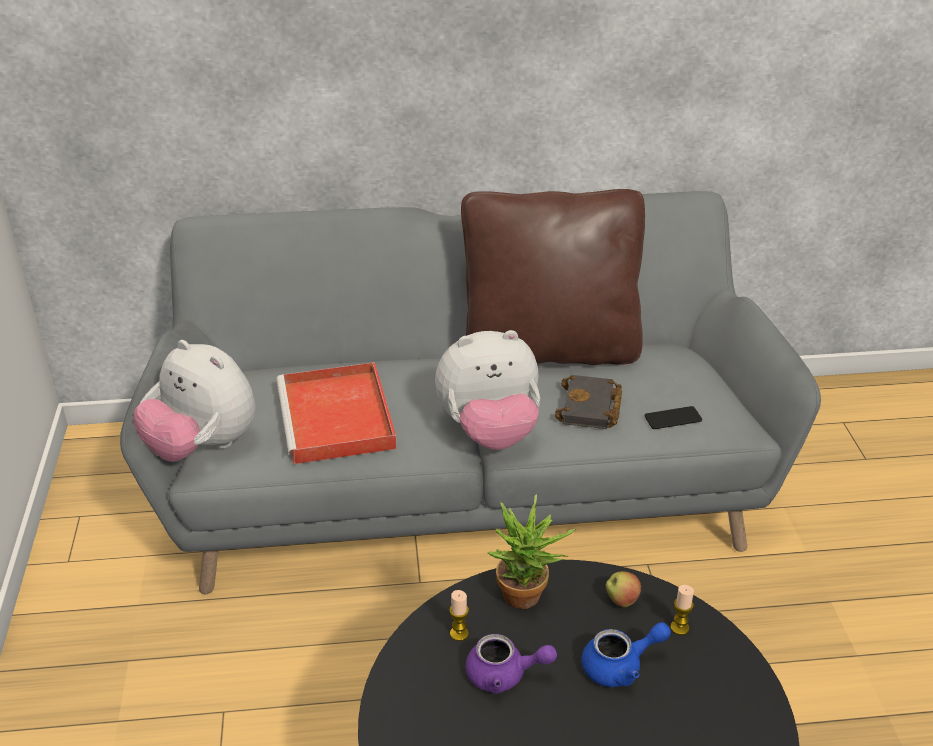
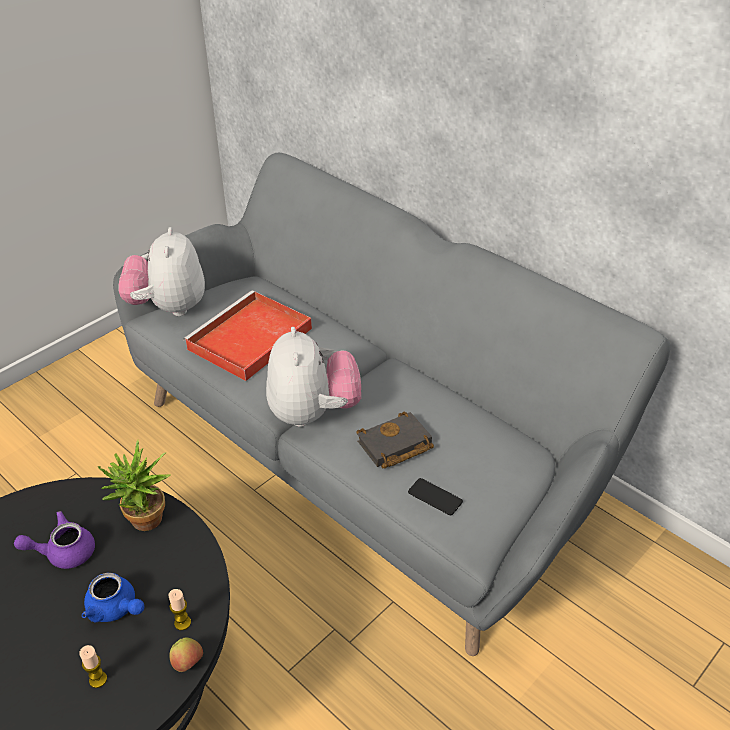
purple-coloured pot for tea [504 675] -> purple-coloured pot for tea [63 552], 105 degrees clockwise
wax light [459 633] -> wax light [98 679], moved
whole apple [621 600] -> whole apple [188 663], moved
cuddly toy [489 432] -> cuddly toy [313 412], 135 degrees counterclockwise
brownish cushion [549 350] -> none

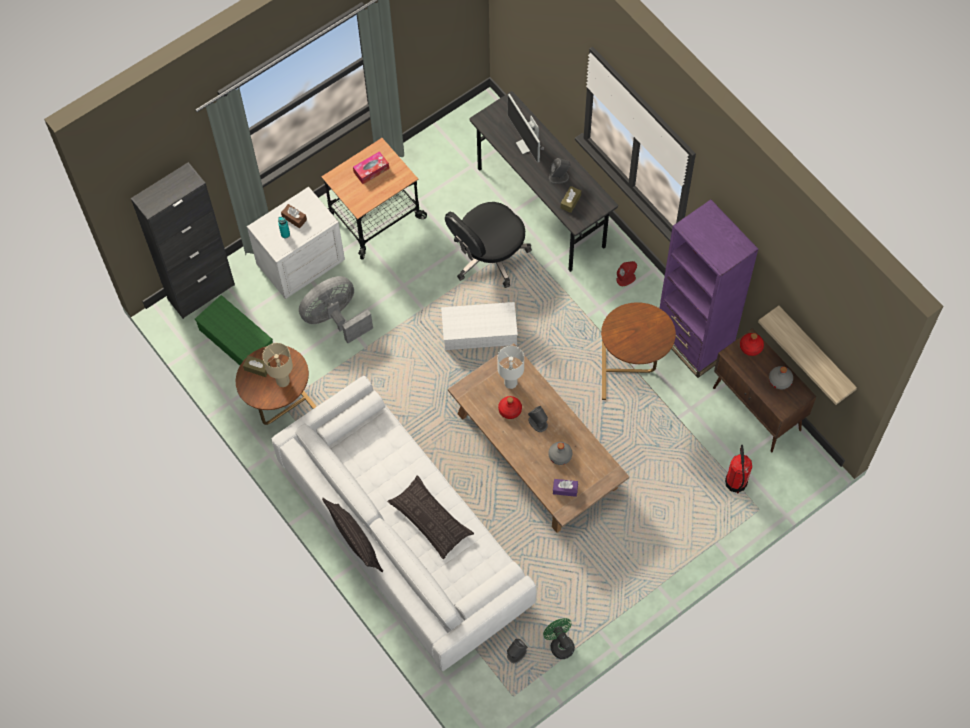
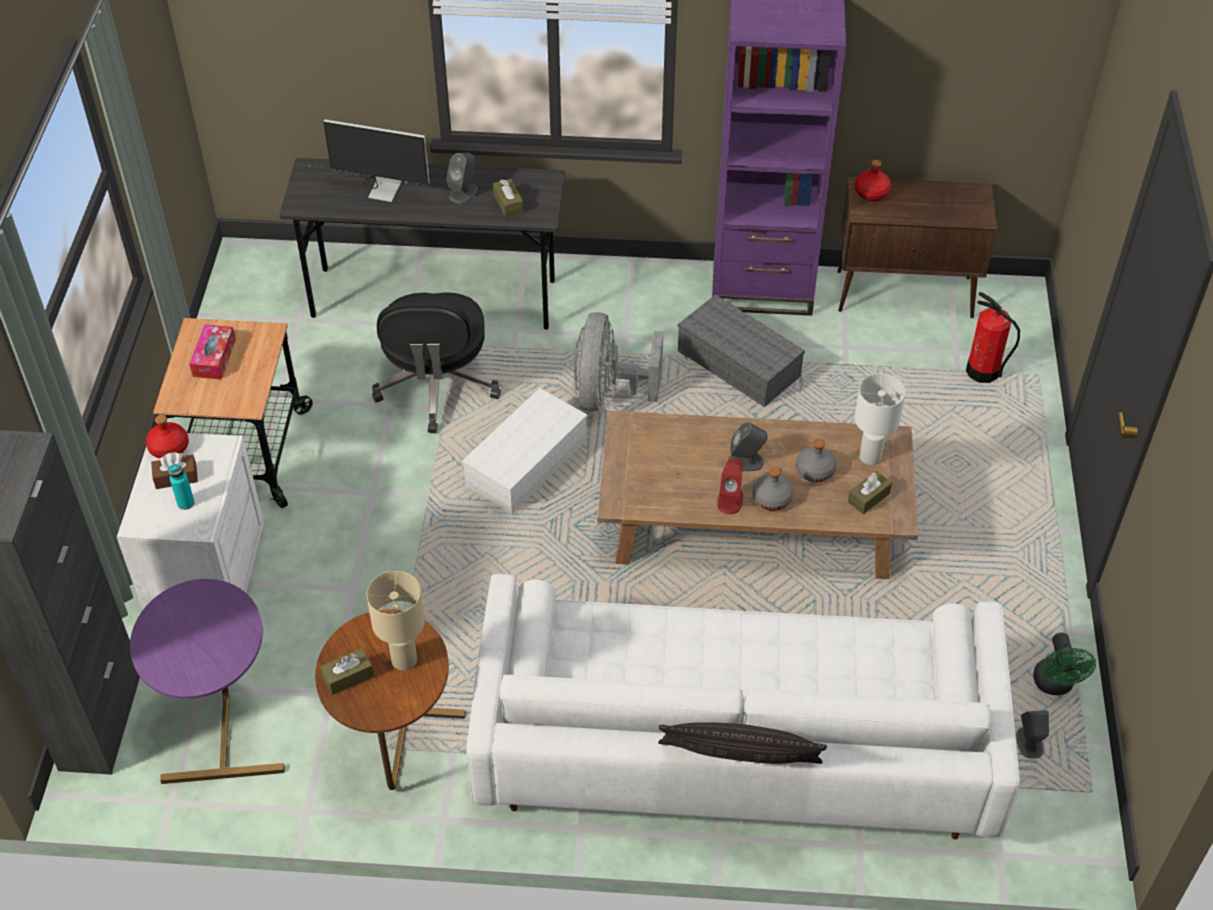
greenish storage bin [238 339] -> purple-coloured accent table [225 730]
reddish beverage bottle [510 409] -> reddish beverage bottle [168 448], moved
greyish fan [335 319] -> greyish fan [608 394], moved
brownish accent table [631 371] -> greyish storage bin [740 364]
reddish audio speaker [626 278] -> reddish audio speaker [730 499], moved
greyish beverage bottle [780 380] -> greyish beverage bottle [771 498], moved
purple-coloured tissue holder [565 489] -> brownish tissue holder [868 498]
white lamp for a table [510 382] -> white lamp for a table [869 456], moved
greenish fan [560 644] -> greenish fan [1055 685], 105 degrees counterclockwise
cushion [430 519] -> none
wall shelf [815 352] -> none

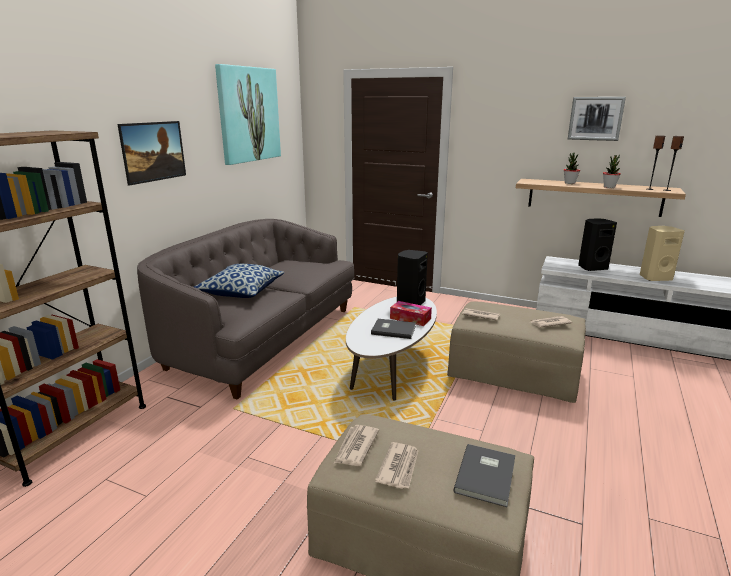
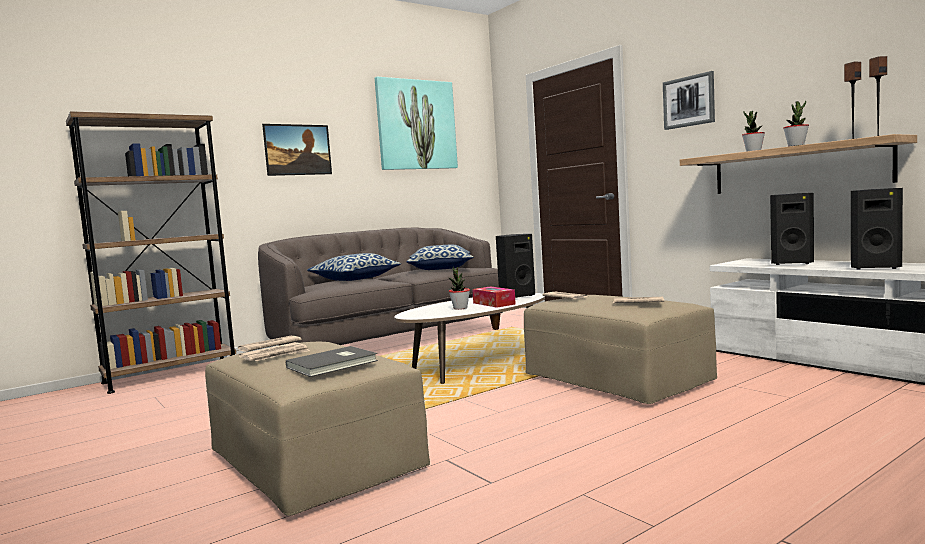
none -> cushion [441 268]
greyish book [393 329] -> potted plant [460 308]
wall art [595 118] -> wall art [689 101], moved
beige-coloured audio speaker [654 278] -> blackish audio speaker [874 267]

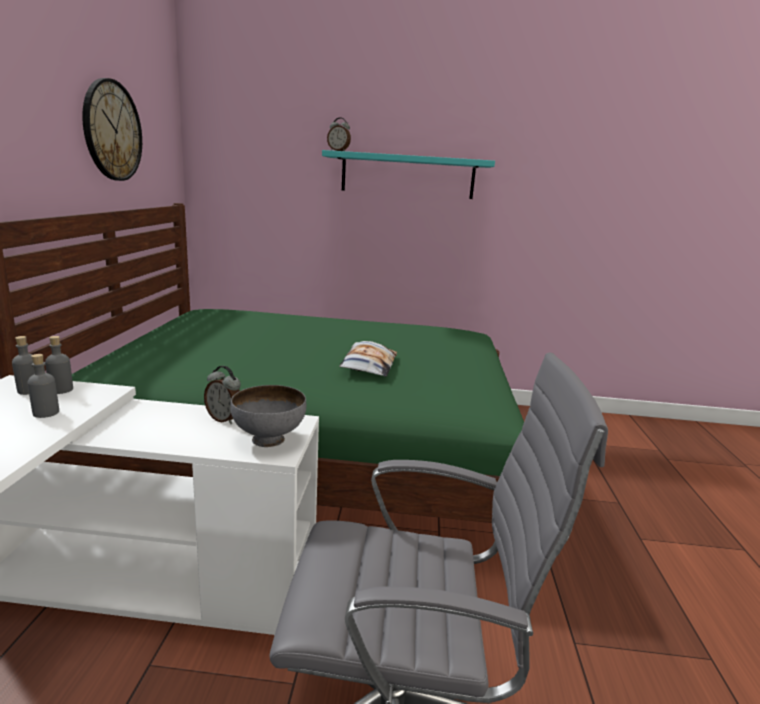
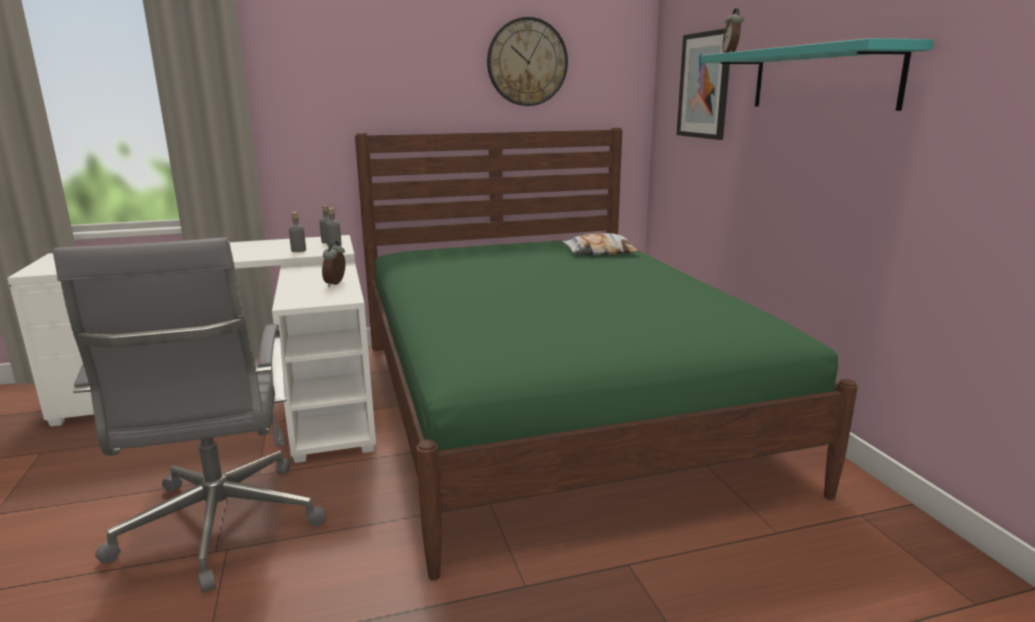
cushion [368 365] -> cushion [600 252], moved
none -> wall art [704 85]
greyish serving bowl [269 440] -> none

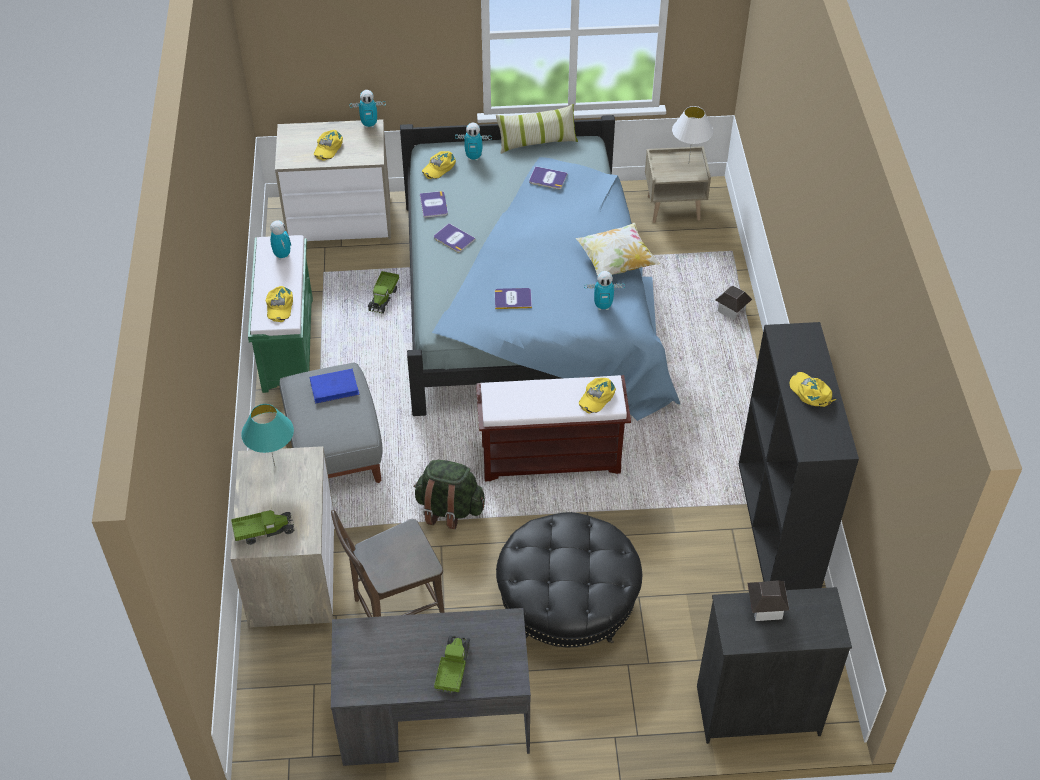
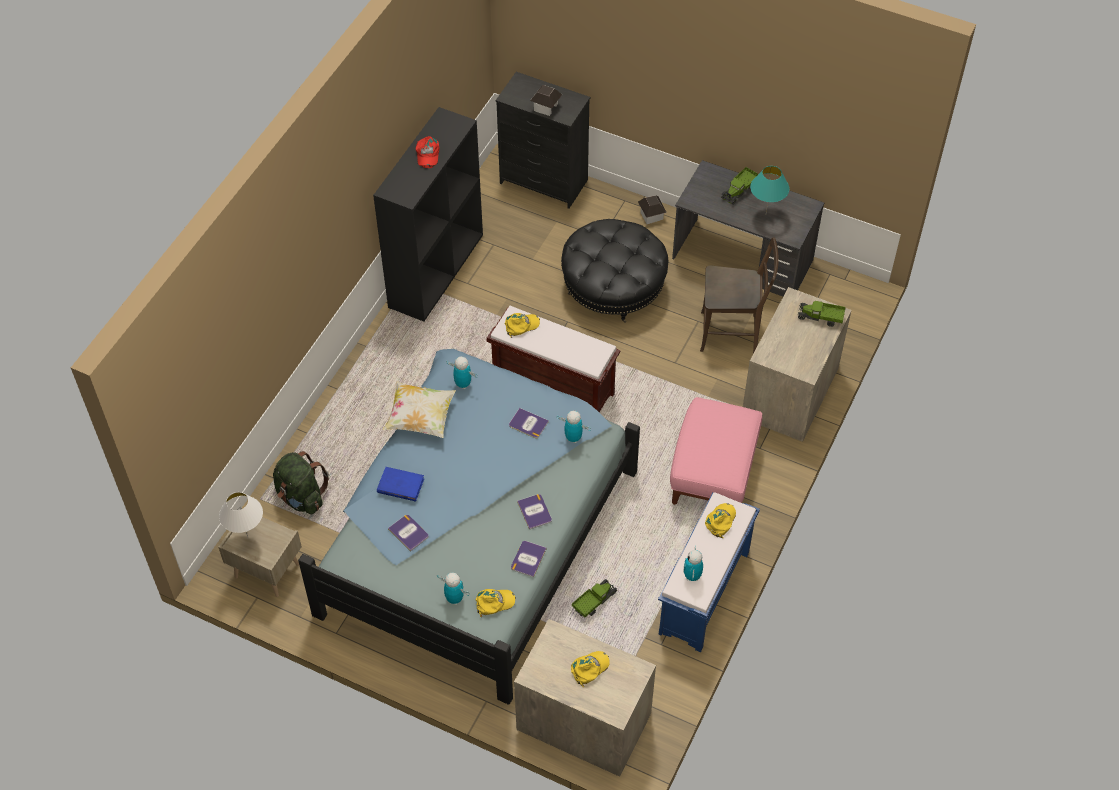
greenish rucksack [449 509] -> greenish rucksack [301 497], moved
blue-coloured book [334 387] -> blue-coloured book [400 485], moved
yellow-coloured baseball cap [810 392] -> reddish baseball cap [427 154]
model robot [369 125] -> model robot [573 438], moved
toy house [731 310] -> toy house [651 215], moved
greenish long seat [287 343] -> blue-coloured long seat [704 594]
greyish pouffe [335 448] -> pink pouffe [712 473]
turquoise lamp for a table [274 465] -> turquoise lamp for a table [765 215], moved
cushion [537 142] -> none

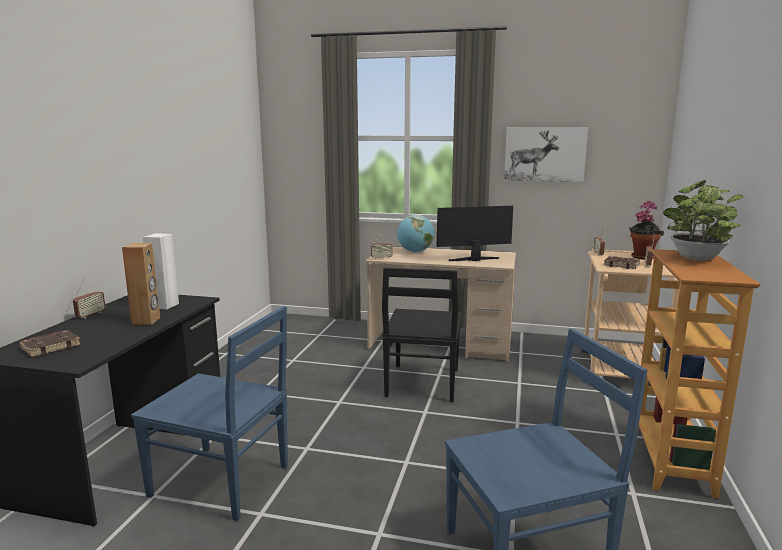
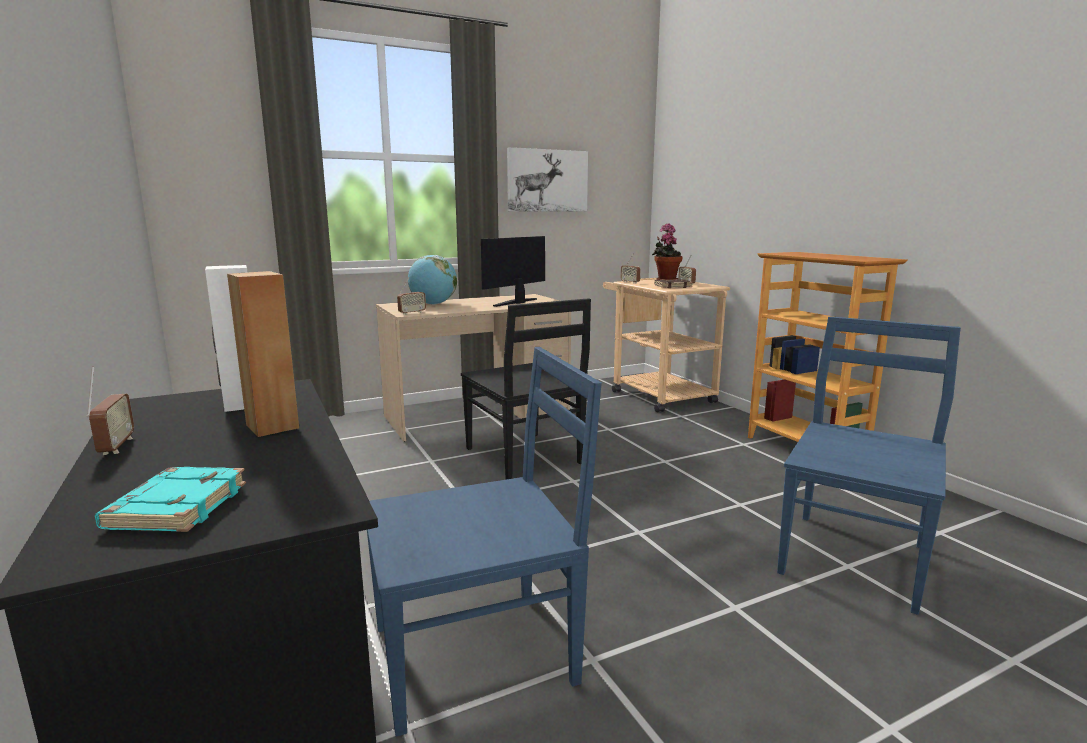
brownish book [51 347] -> turquoise book [177 506]
potted plant [695 259] -> none

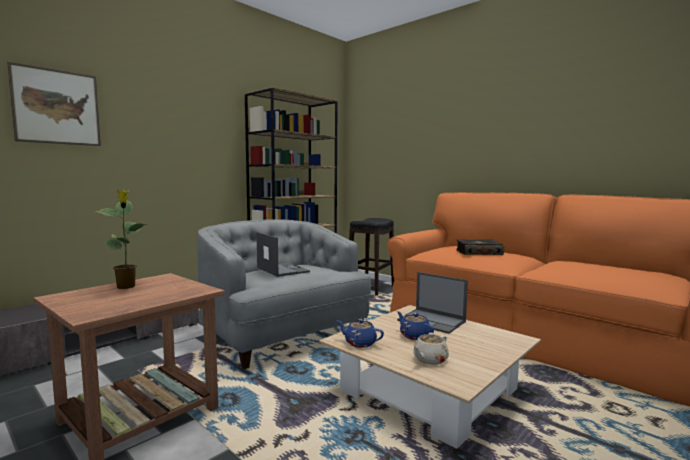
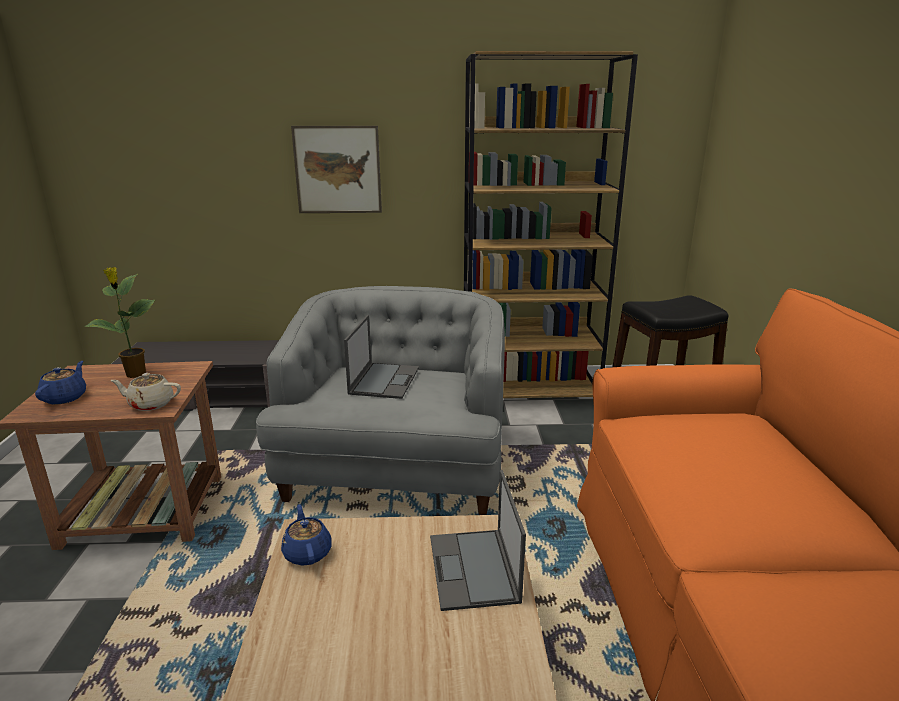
blue-coloured pot for tea [414 336] -> blue-coloured pot for tea [65 397], moved
beige-coloured pot for tea [429 359] -> beige-coloured pot for tea [150 404], moved
wall art [57 107] -> wall art [338 170], moved
book [478 253] -> none

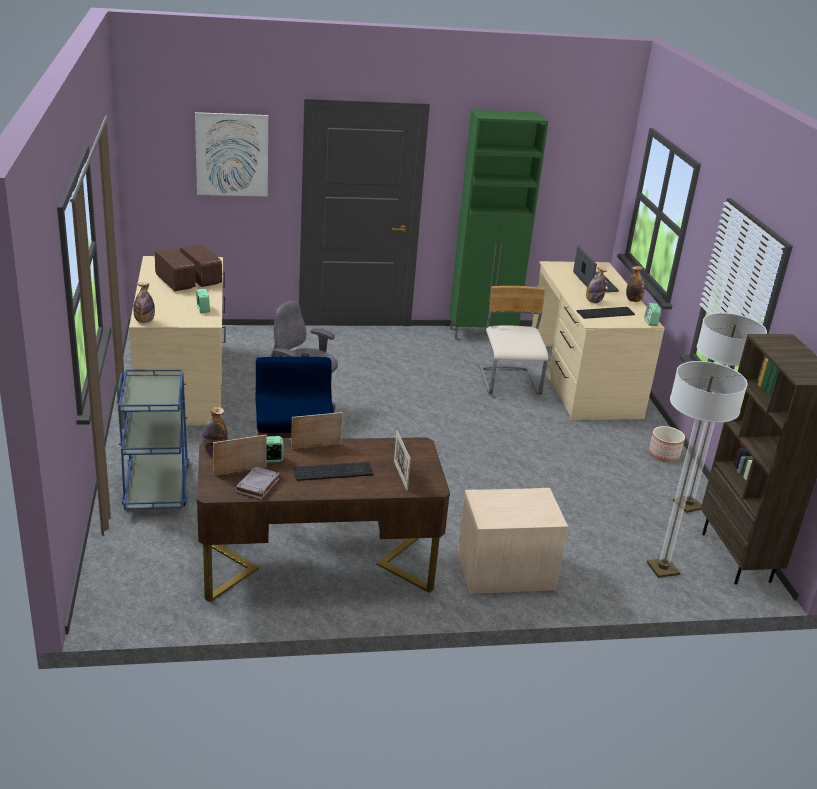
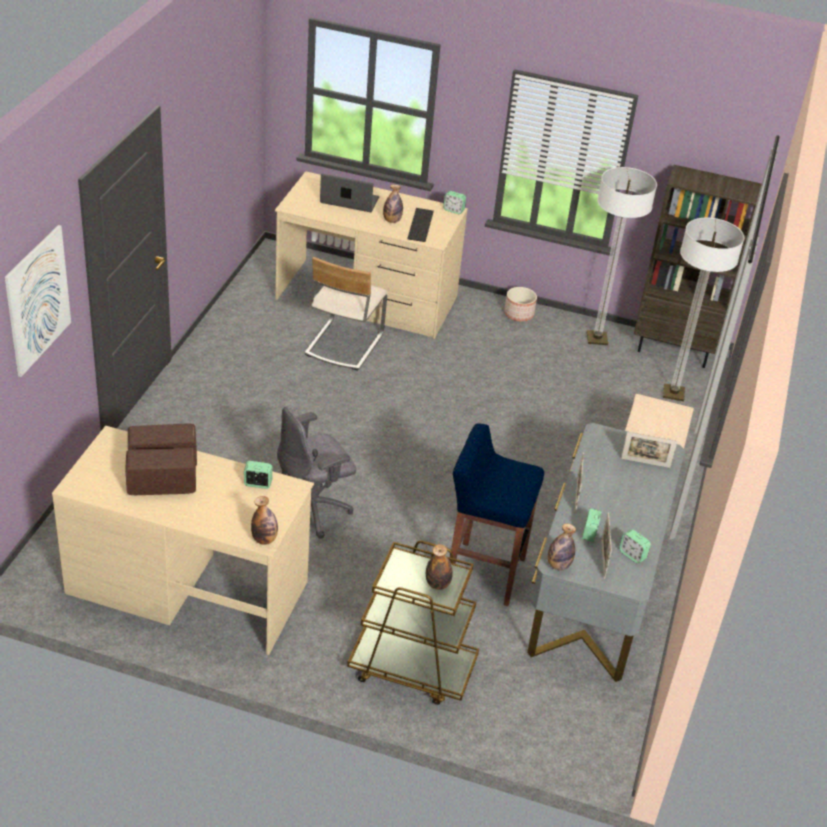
beige-coloured chair [510 383] -> beige-coloured chair [343 344], 90 degrees counterclockwise
blue-coloured trolley [157 488] -> brownish trolley [411 669]
beverage bottle [633 300] -> beverage bottle [437 584], moved
brownish desk table [318 566] -> greyish desk table [595 590]
greyish book [257 486] -> alarm clock [632 555]
keyboard [332 472] -> none
greenish storage cabinet [483 334] -> none

